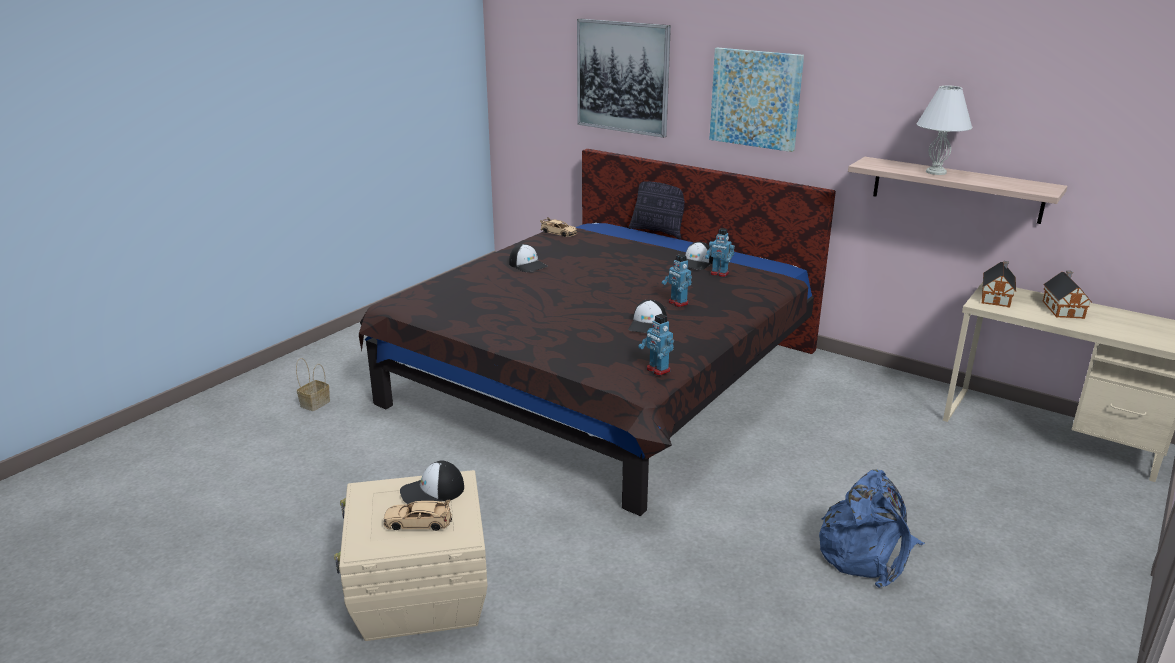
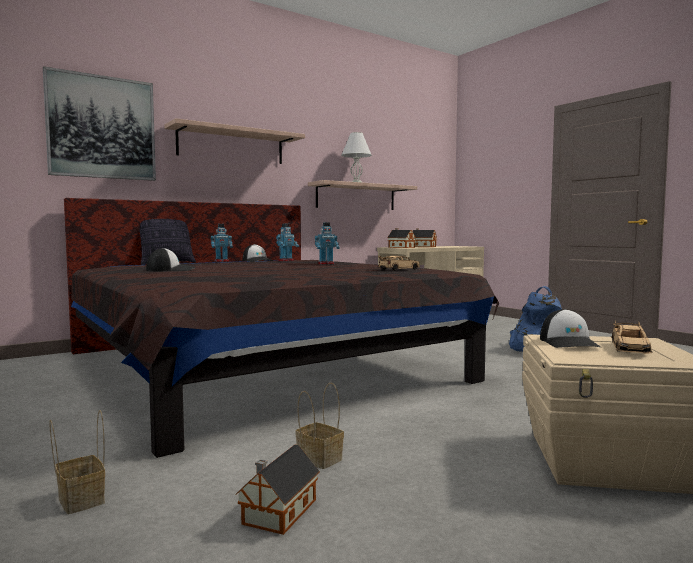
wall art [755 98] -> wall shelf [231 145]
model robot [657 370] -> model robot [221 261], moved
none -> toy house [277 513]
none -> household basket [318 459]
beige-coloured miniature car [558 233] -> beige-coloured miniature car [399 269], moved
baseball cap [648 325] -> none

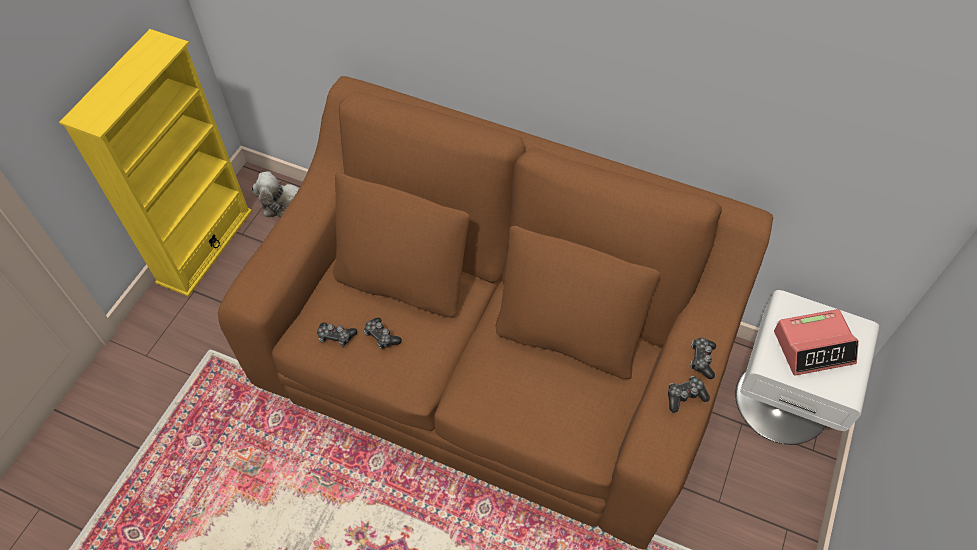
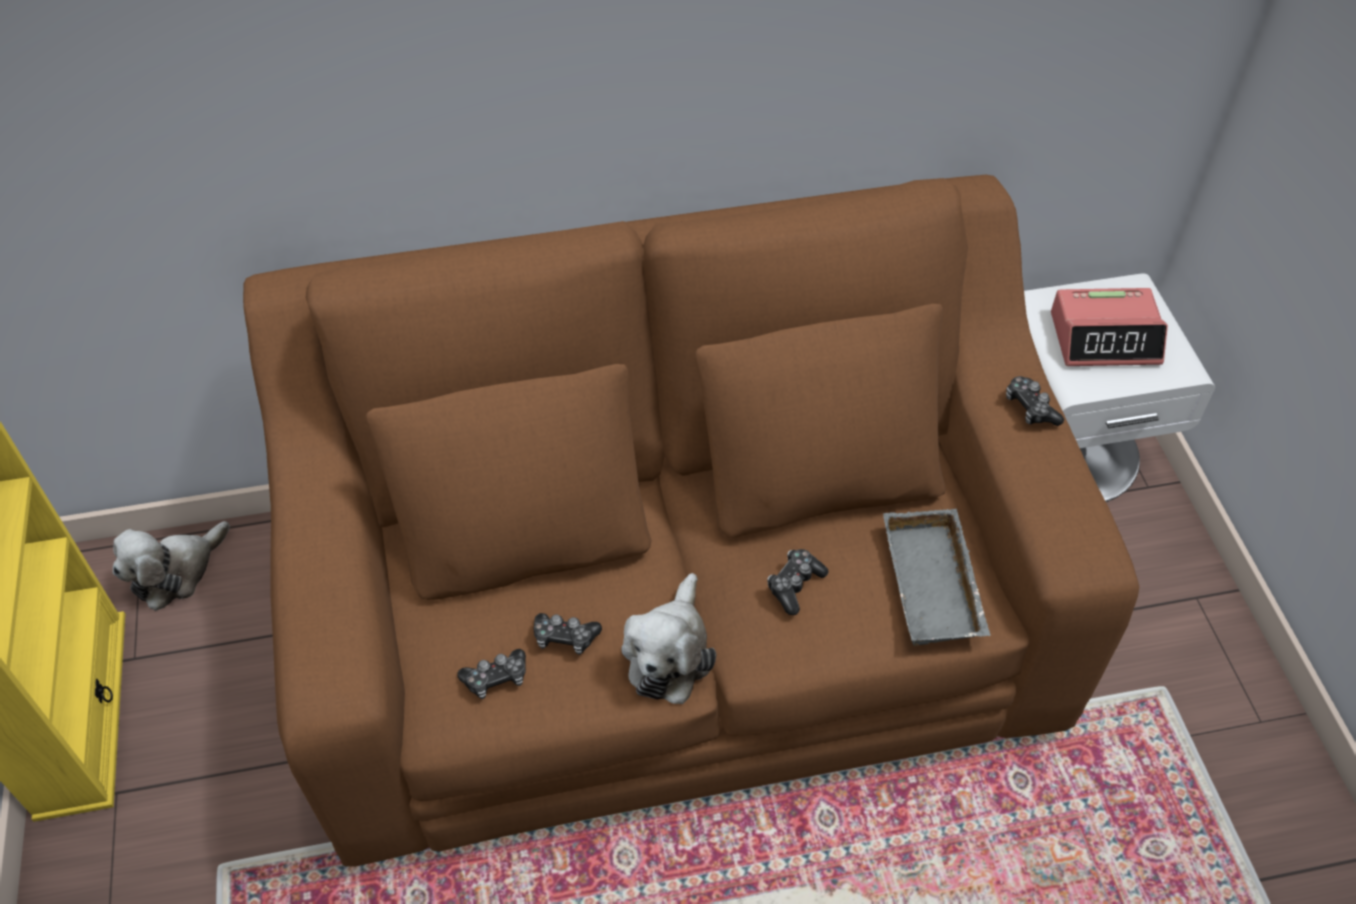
none -> cuddly toy [669 653]
gamepad [685 396] -> gamepad [794 585], moved
none -> greyish serving tray [936 585]
alarm clock [813 347] -> alarm clock [1105 338], 45 degrees clockwise

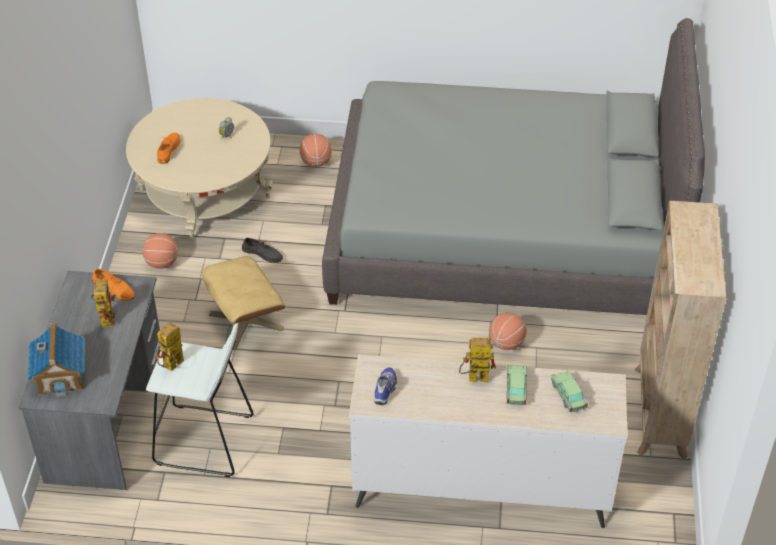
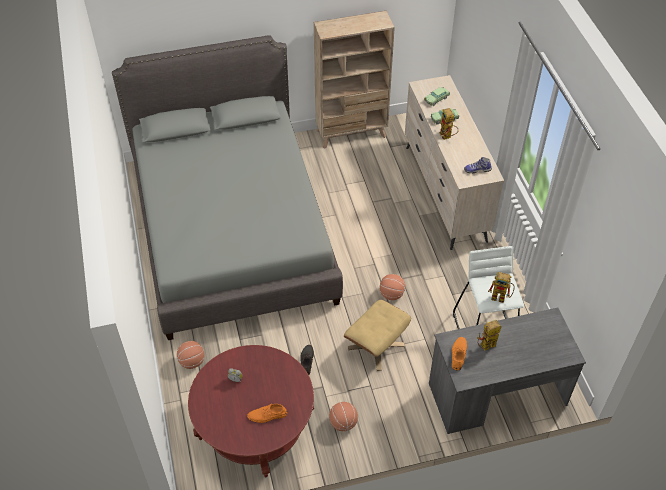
beige-coloured lounge table [204 193] -> reddish lounge table [255 426]
ball for basketball [506 343] -> ball for basketball [391 294], moved
toy house [61 375] -> none

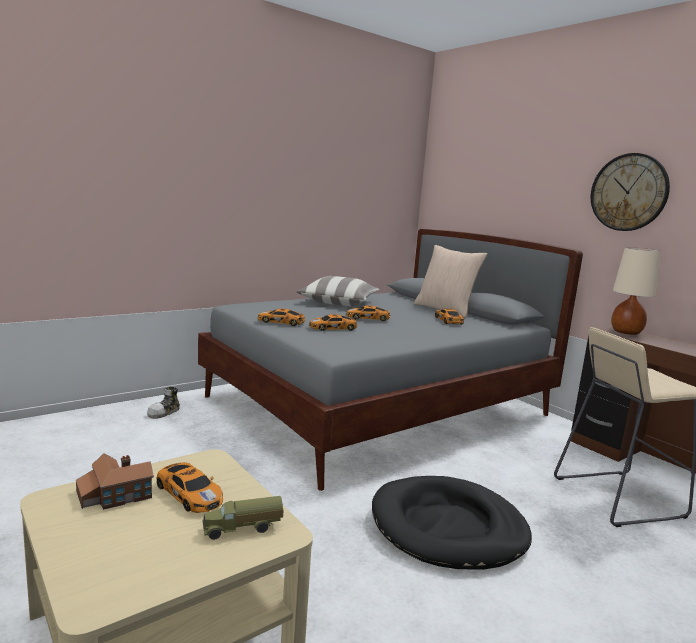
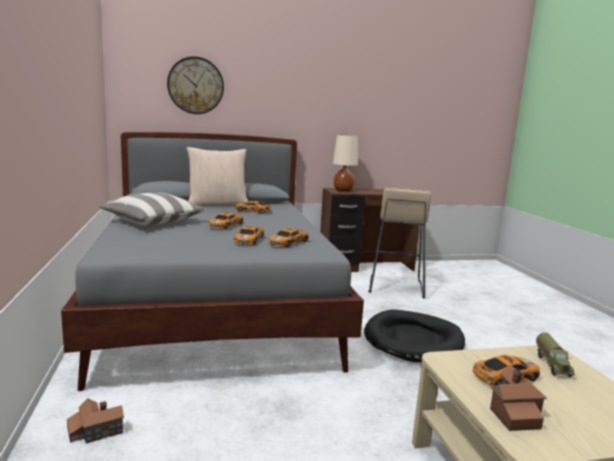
low shoe [164 412] -> toy house [94 430]
hanging clock [629 192] -> hanging clock [195 85], moved
miniature car [282 322] -> miniature car [289 242], moved

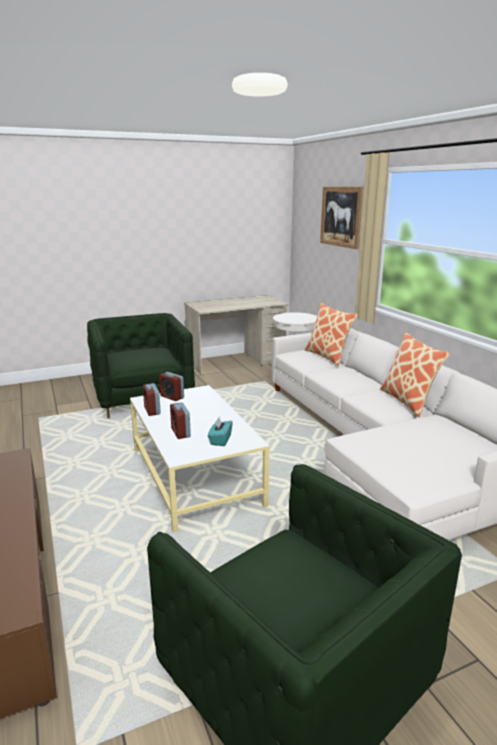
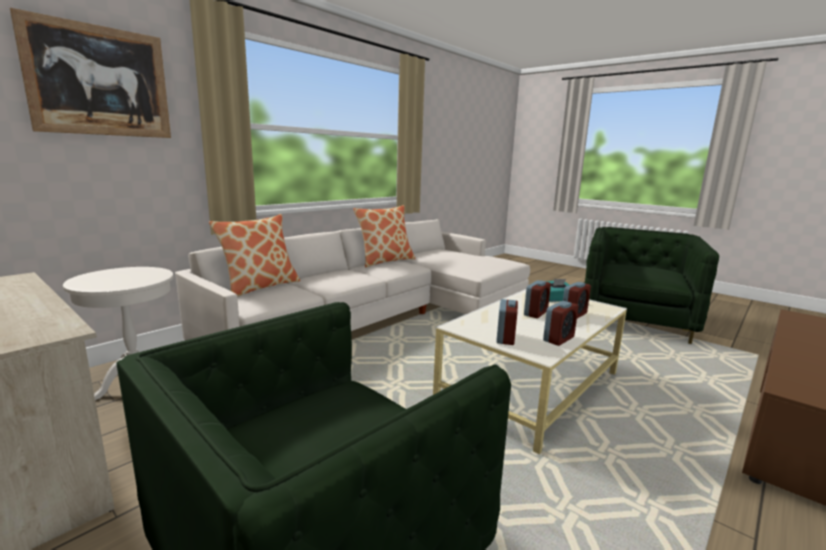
none -> alarm clock [535 313]

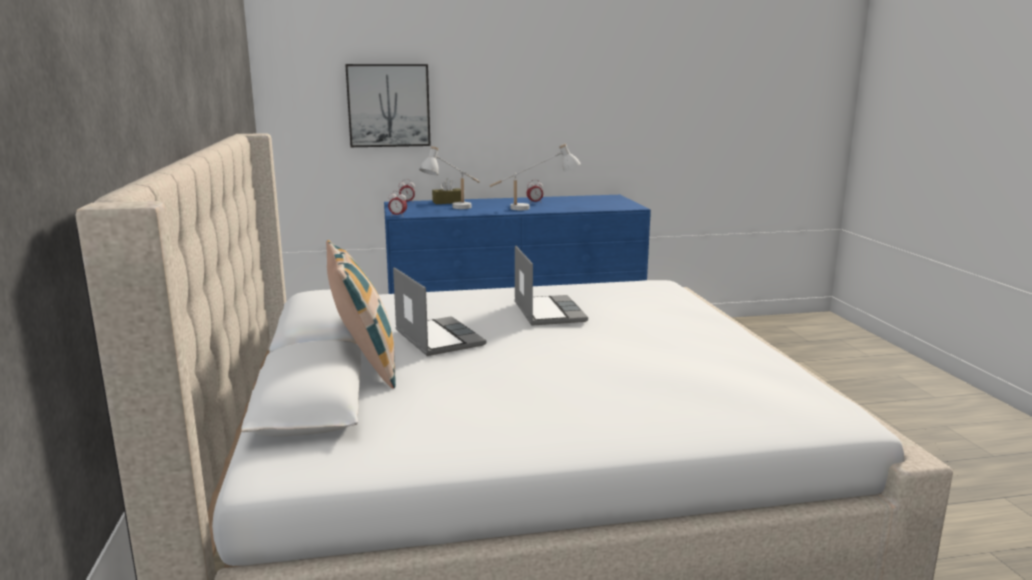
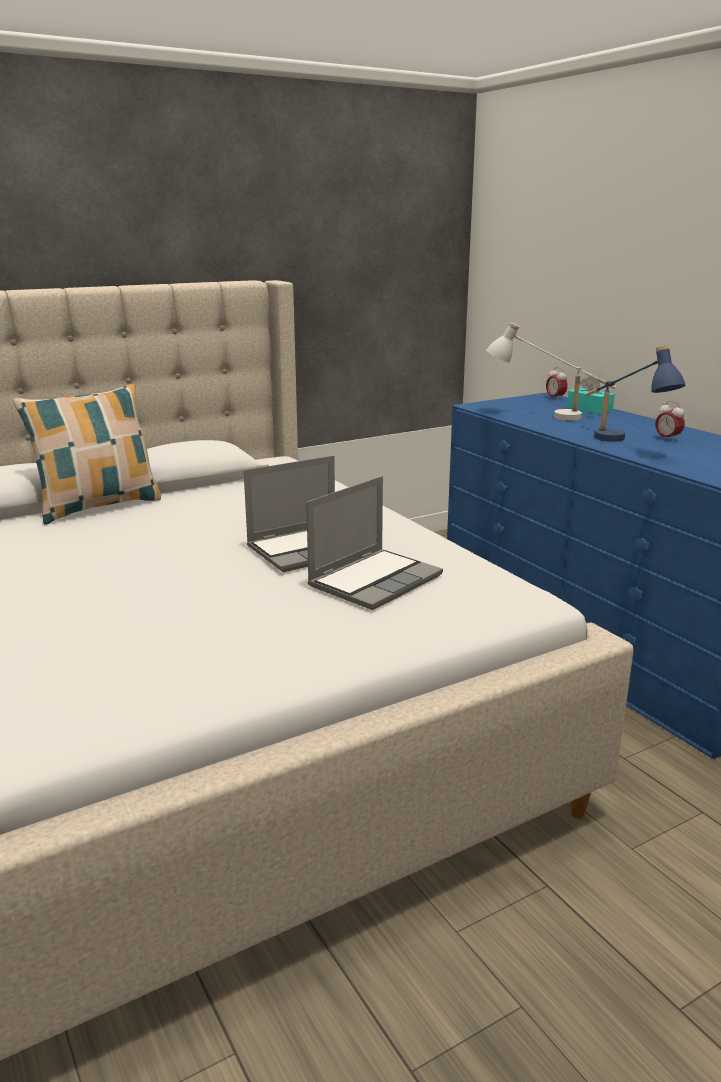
portable computer [437 338] -> portable computer [375 580], moved
brownish tissue holder [448 202] -> turquoise tissue holder [589 409]
white lamp for a table [534 208] -> blue-coloured lamp for a table [622 443]
wall art [388 105] -> none
alarm clock [398 216] -> none

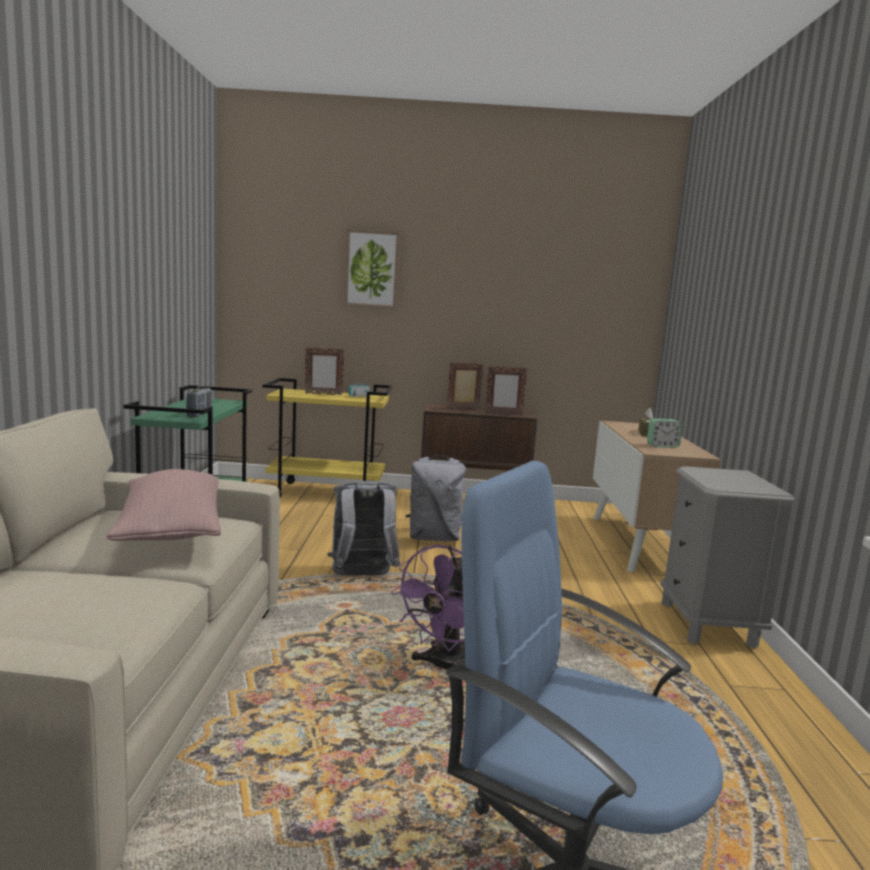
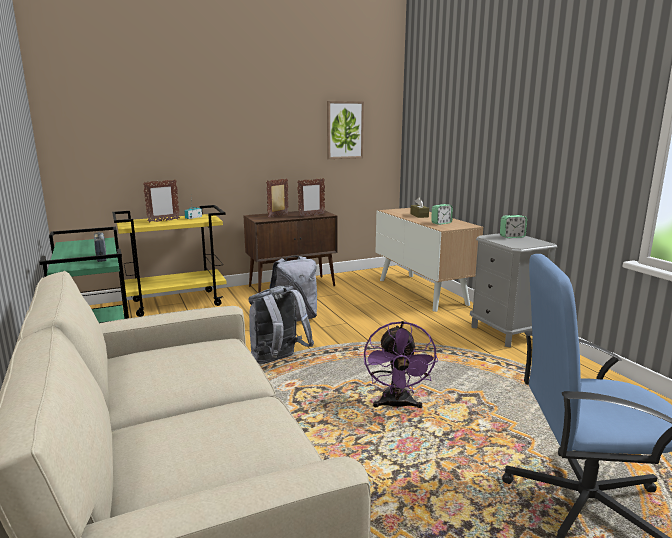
wall art [372 269] -> wall art [344 130], moved
none -> alarm clock [512 237]
pink cushion [170 529] -> none

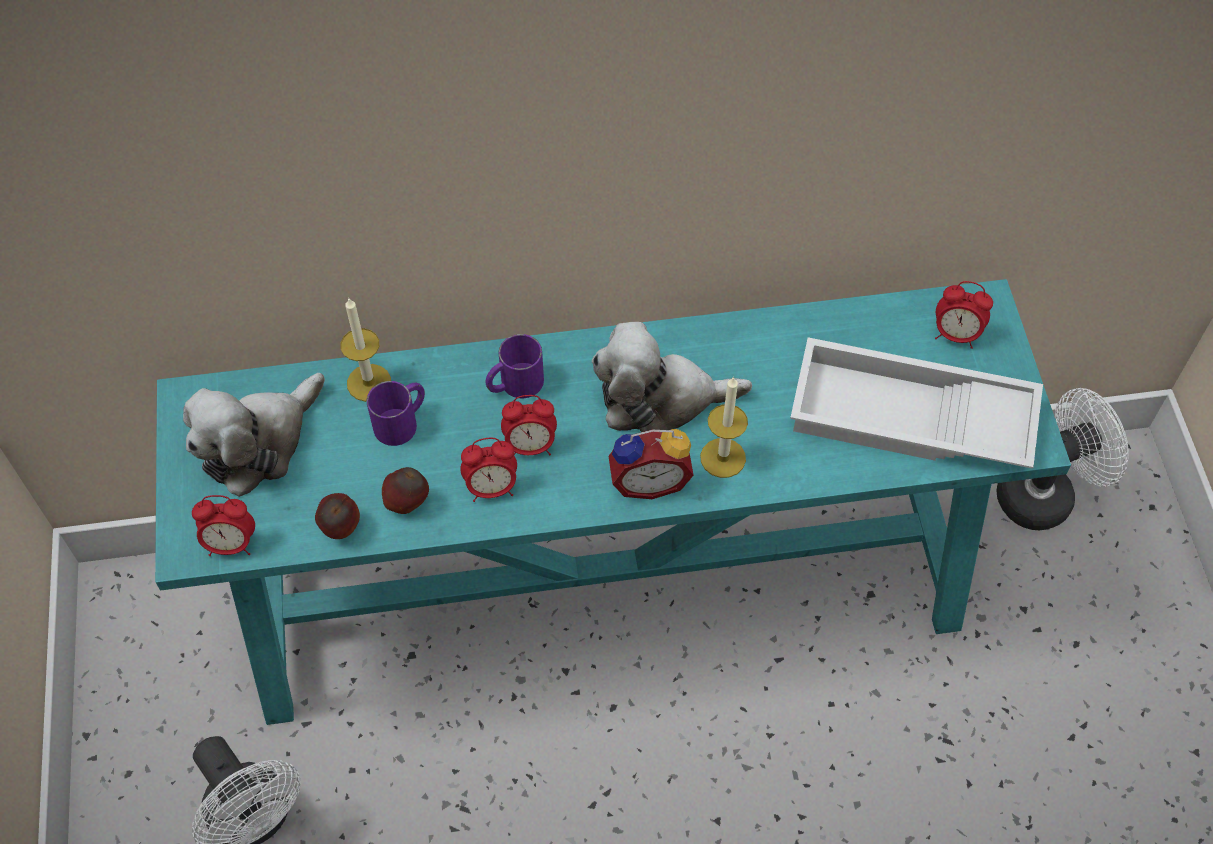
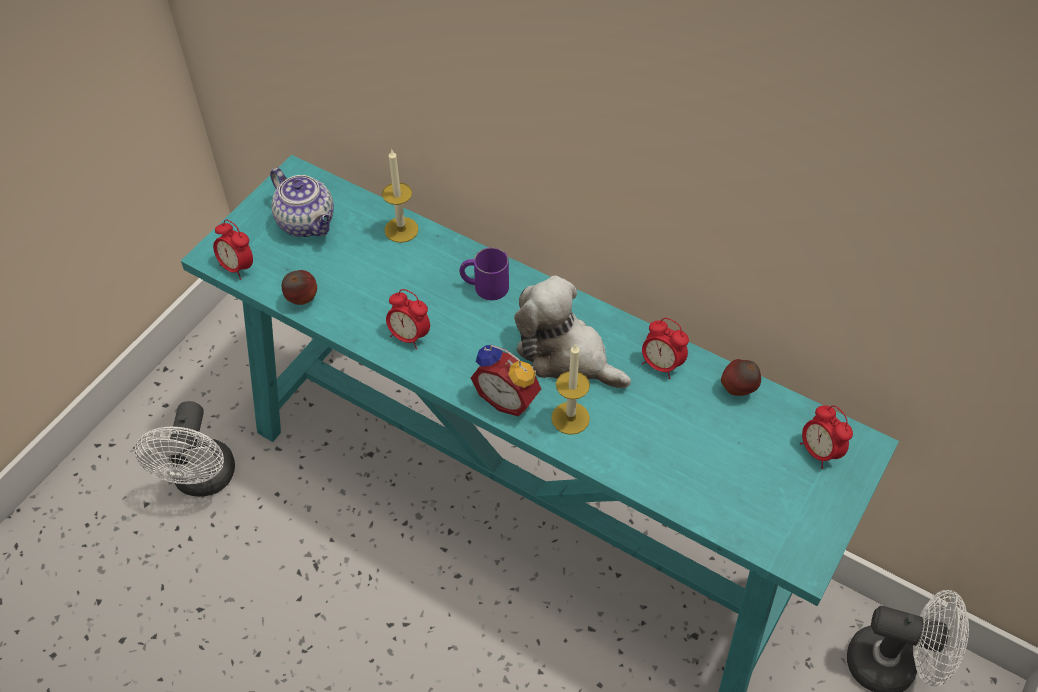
cuddly toy [259 443] -> pot for tea [307 223]
alarm clock [530 446] -> alarm clock [661 365], moved
whole apple [408 503] -> whole apple [738 390], moved
purple-coloured mug [402 421] -> none
white serving tray [908 420] -> none

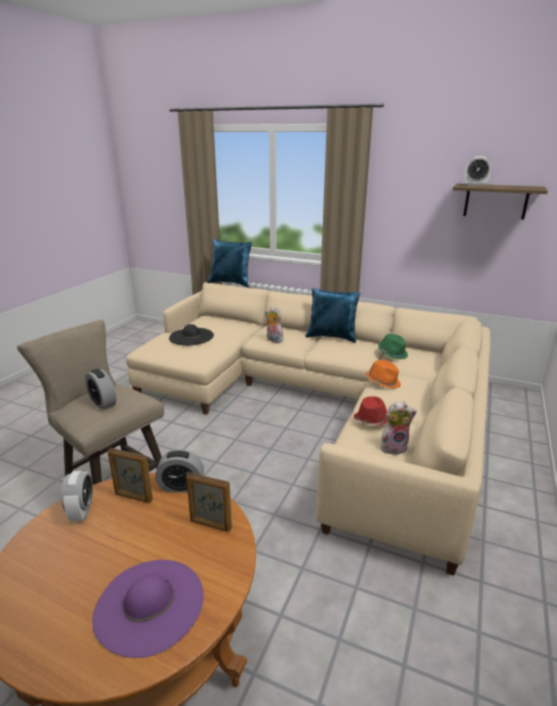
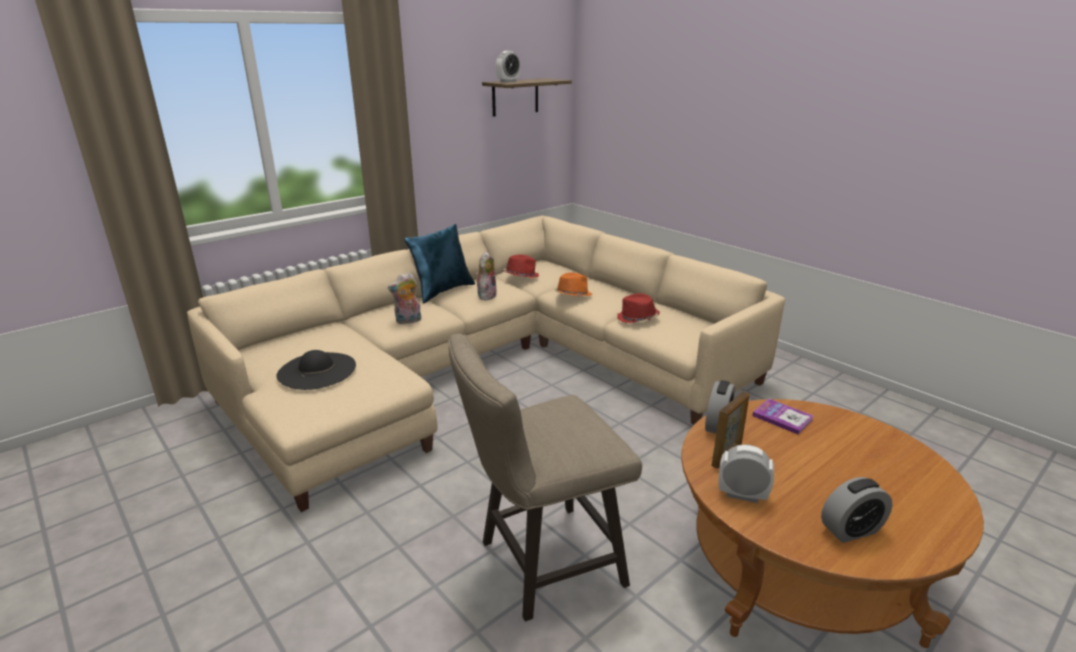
cuddly toy [394 447] -> cuddly toy [486 295], moved
greenish wearable hat [392 353] -> reddish wearable hat [521 276]
photo frame [210 525] -> book [782 417]
alarm clock [103 402] -> alarm clock [851 530], moved
purple-coloured wearable hat [149 604] -> none
blue-coloured cushion [231 283] -> none

